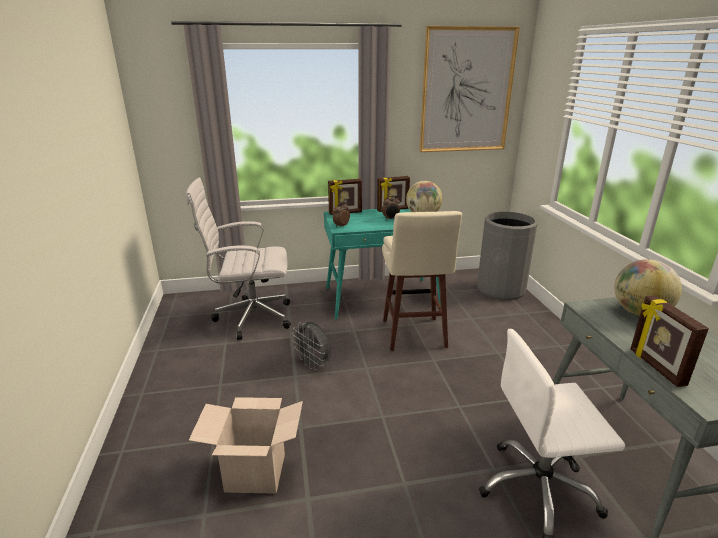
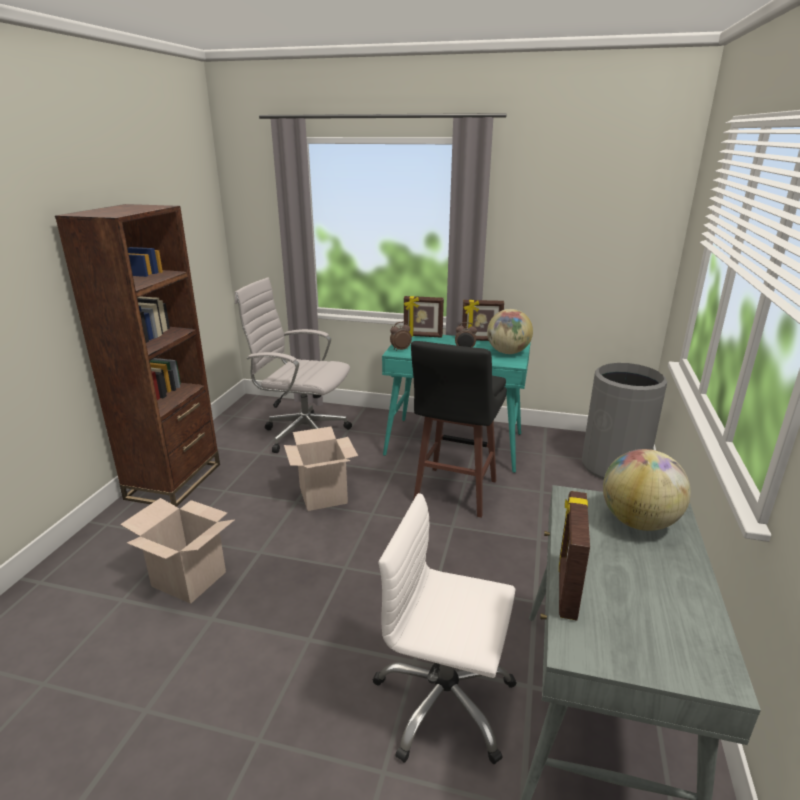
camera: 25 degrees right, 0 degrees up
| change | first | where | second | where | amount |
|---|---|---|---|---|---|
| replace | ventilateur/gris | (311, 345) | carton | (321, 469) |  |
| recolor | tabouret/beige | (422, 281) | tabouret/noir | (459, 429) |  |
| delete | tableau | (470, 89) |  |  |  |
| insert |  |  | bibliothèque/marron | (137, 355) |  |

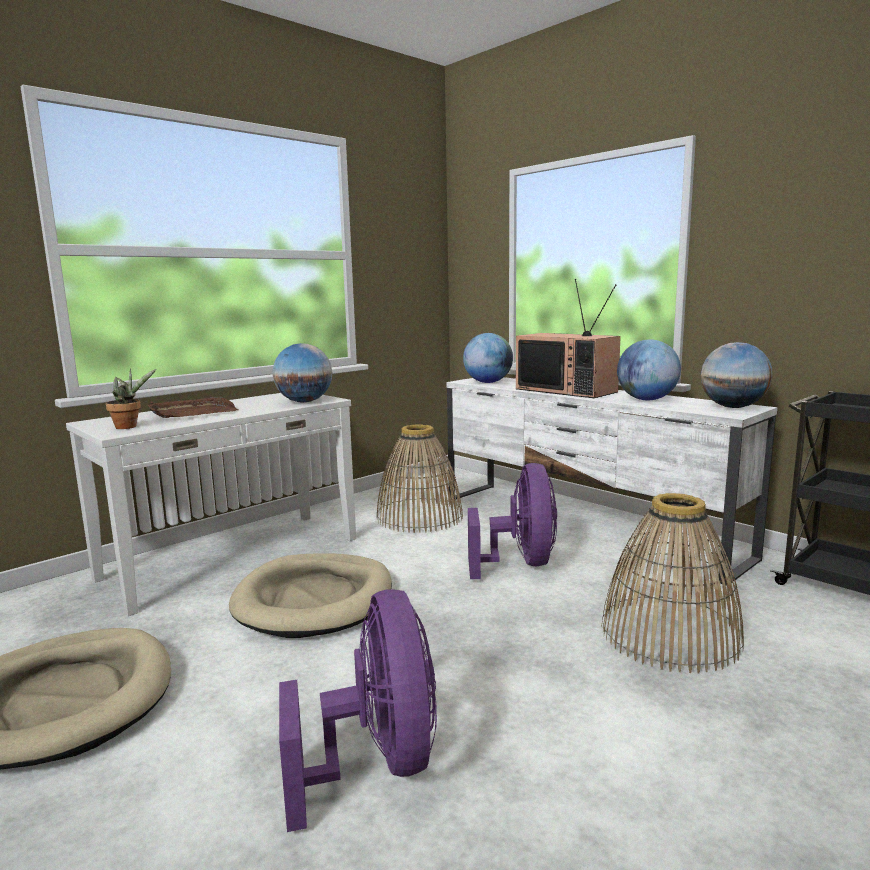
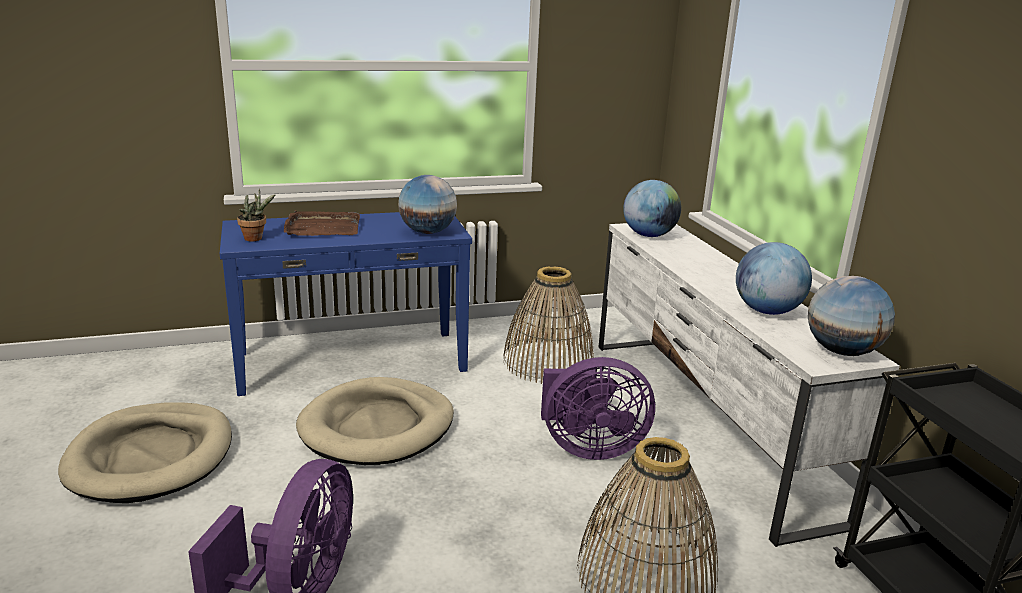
camera: 25 degrees right, 10 degrees up
| change | first | where | second | where | amount |
|---|---|---|---|---|---|
| recolor | table console/blanc | (211, 504) | table console/bleu | (346, 304) |  |
| rotate | ventilateur/violet | (512, 521) |  | (598, 408) | 60 degrees clockwise |
| delete | téléviseur | (568, 338) |  |  |  |

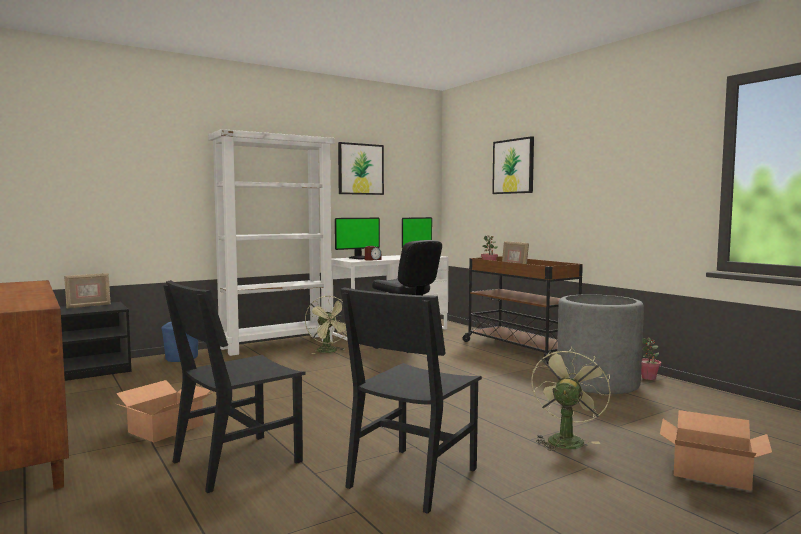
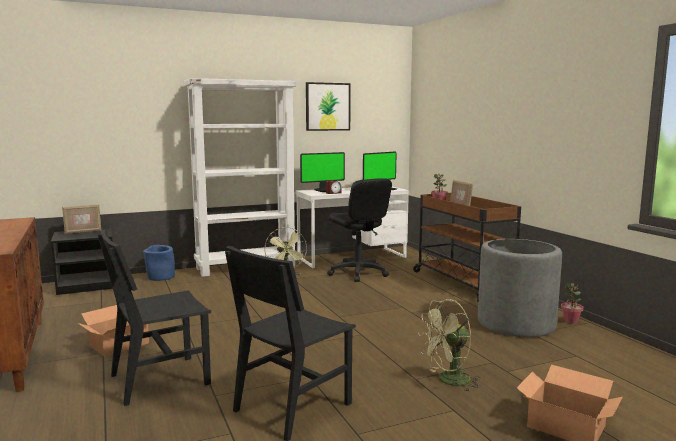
camera: 10 degrees right, 5 degrees up
| change | first | where | second | where | amount |
|---|---|---|---|---|---|
| delete | tableau | (513, 165) |  |  |  |
| rotate | ventilateur/vert | (571, 399) |  | (449, 345) | 150 degrees counterclockwise |

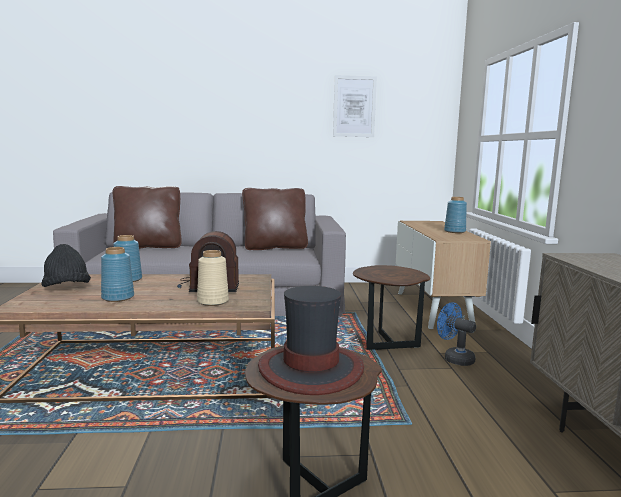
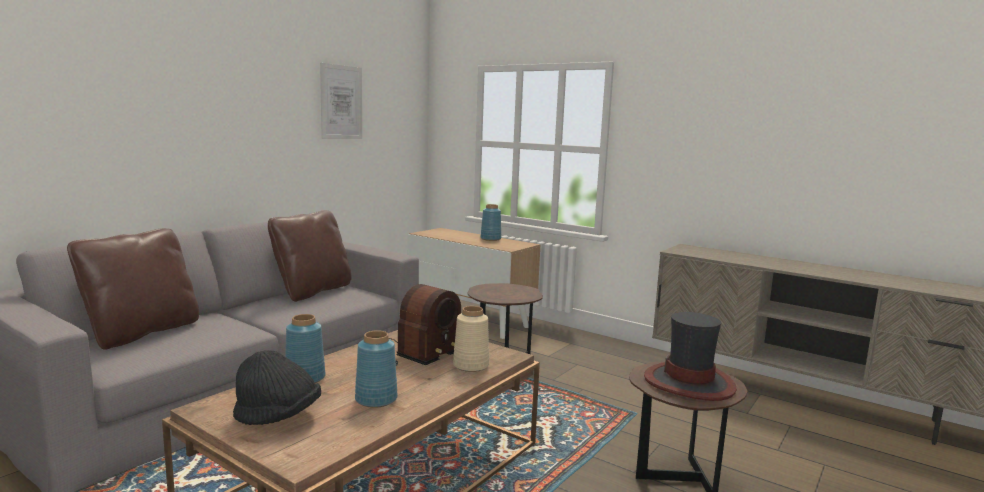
camera: 50 degrees left, 0 degrees up
| change | first | where | second | where | amount |
|---|---|---|---|---|---|
| delete | ventilateur/bleu | (456, 334) |  |  |  |

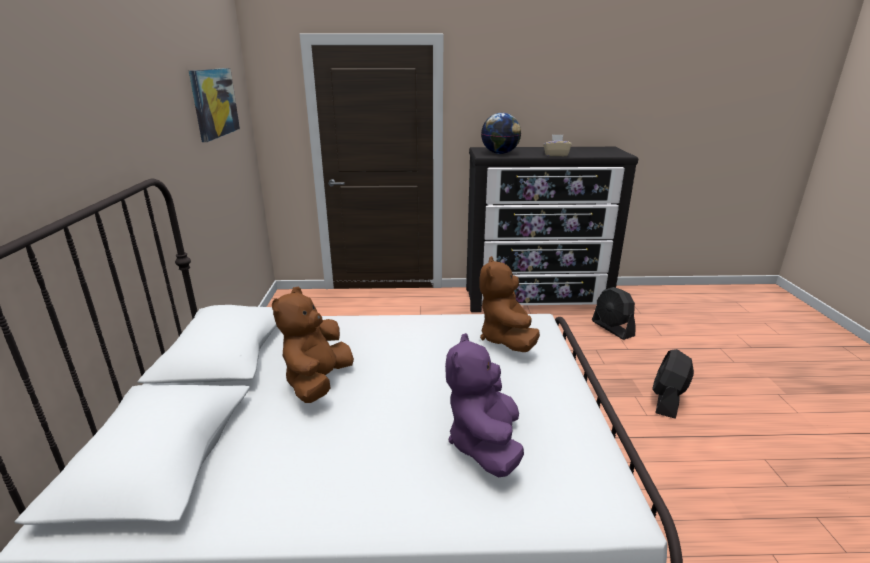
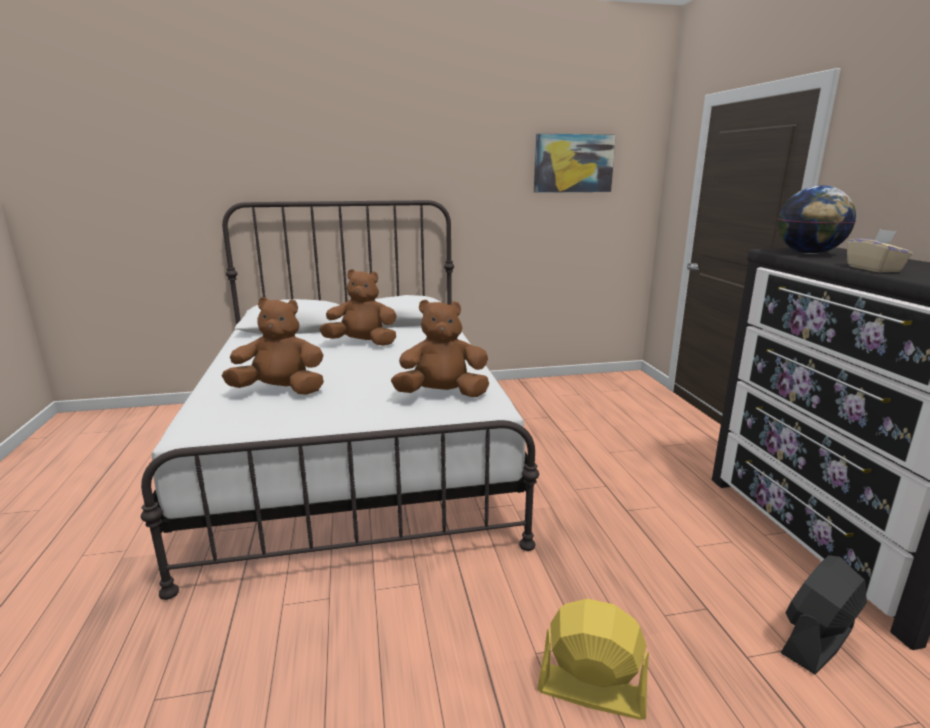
camera: 80 degrees right, 5 degrees down
| change | first | where | second | where | amount |
|---|---|---|---|---|---|
| recolor | peluche/violet | (484, 405) | peluche/marron | (273, 346) |  |
| recolor | ventilateur/noir | (673, 384) | ventilateur/jaune | (593, 659) |  |

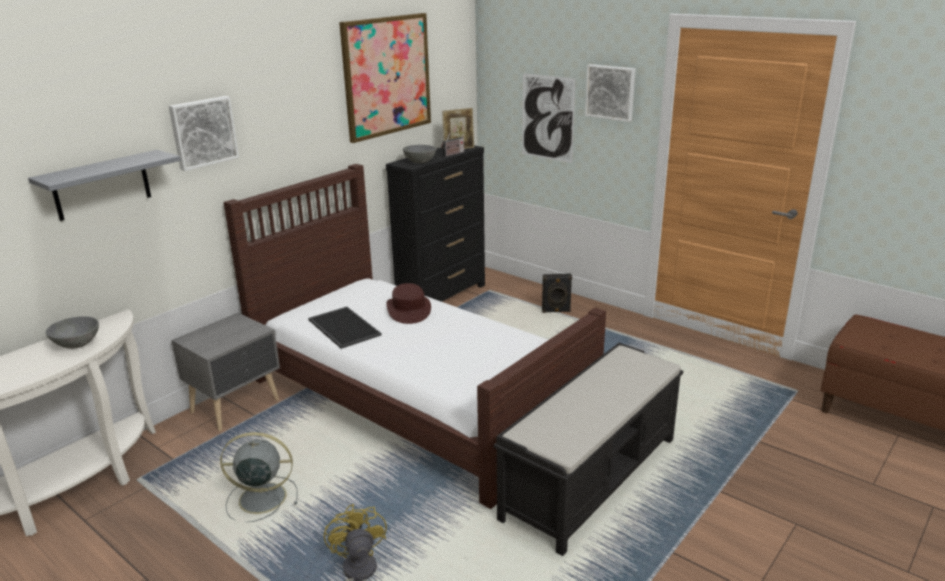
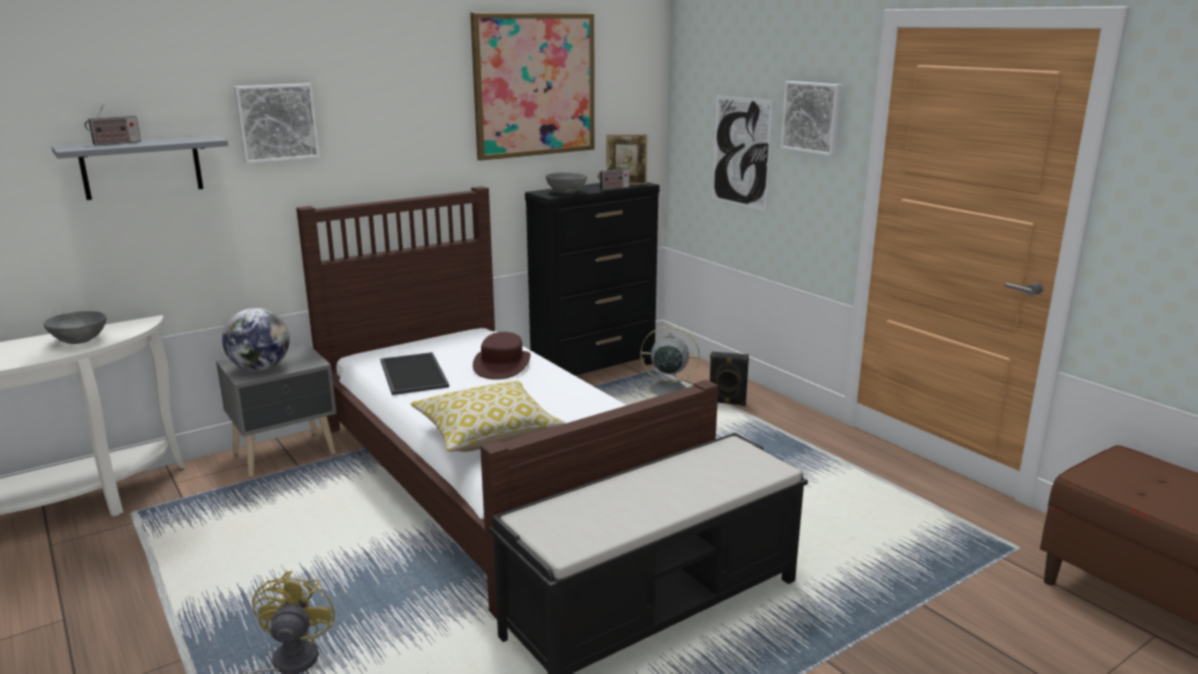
camera: 15 degrees right, 5 degrees down
| change | first | where | second | where | amount |
|---|---|---|---|---|---|
| move | ventilateur/gris | (258, 477) |  | (669, 362) |  |
| insert |  |  | radio | (113, 124) |  |
| insert |  |  | globe | (256, 339) |  |
| insert |  |  | coussin | (488, 416) |  |

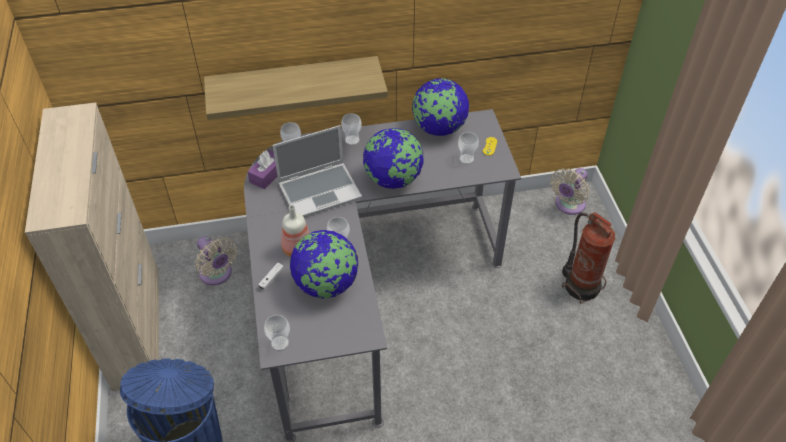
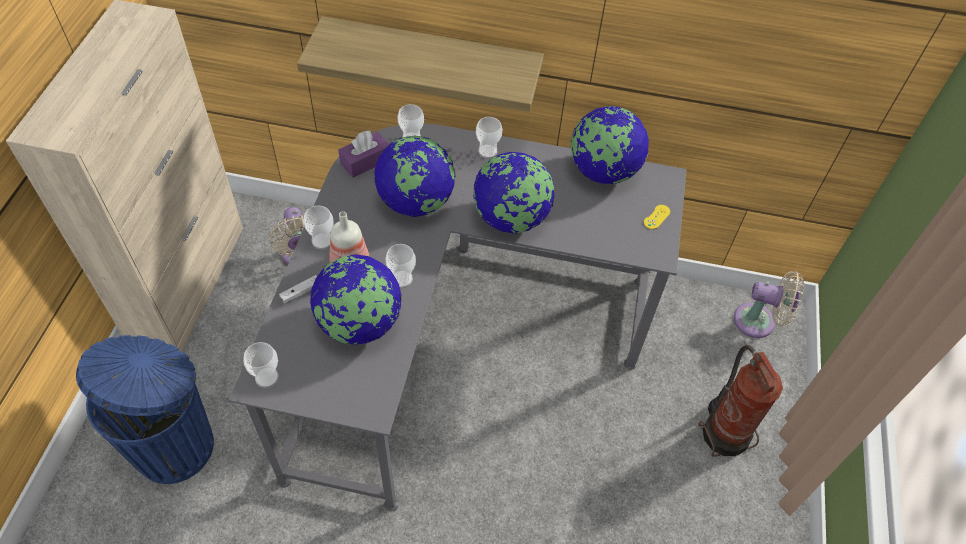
camera: 20 degrees right, 5 degrees up
| change | first | where | second | where | amount |
|---|---|---|---|---|---|
| replace | ordinateur portable | (317, 171) | globe | (415, 176) |  |
| move | tasse | (468, 148) |  | (318, 227) |  |
| rotate | ventilateur/beige | (569, 191) |  | (769, 304) | 135 degrees counterclockwise |

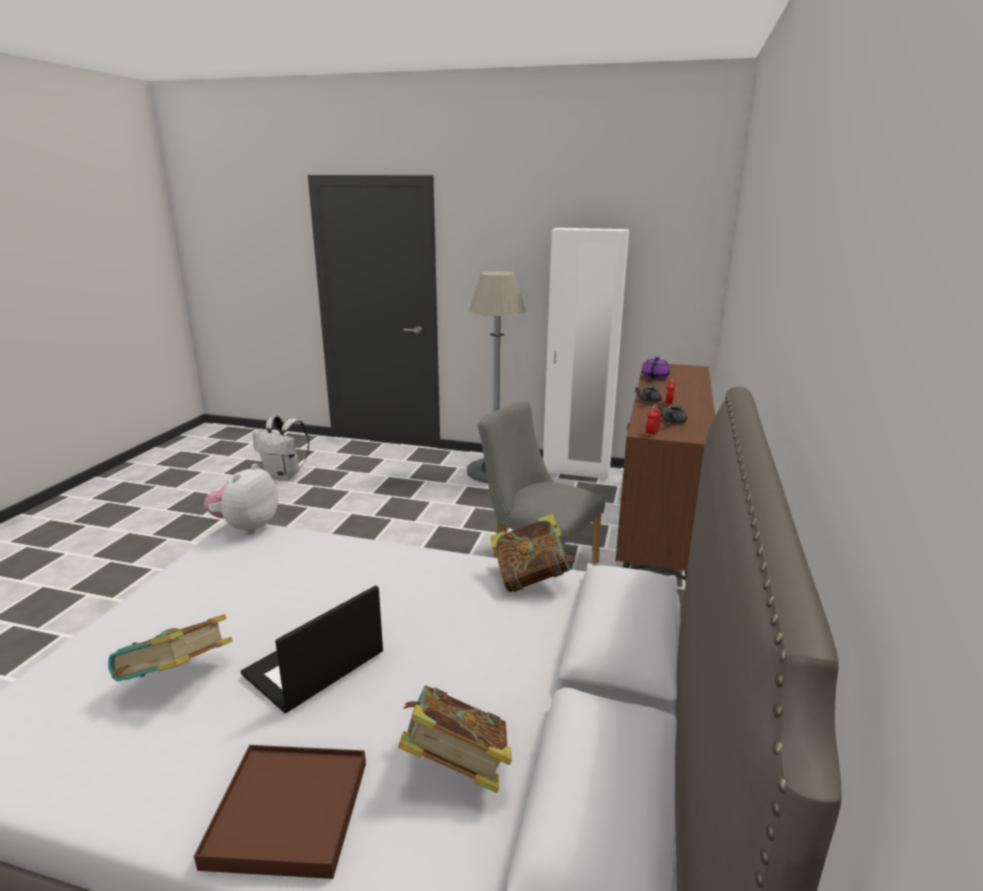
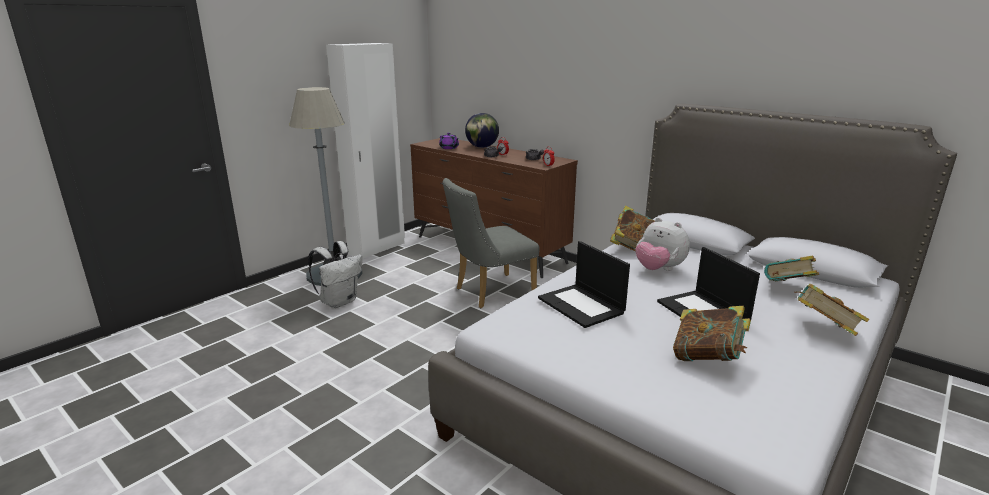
camera: 65 degrees left, 0 degrees up
| change | first | where | second | where | amount |
|---|---|---|---|---|---|
| replace | plateau/marron | (280, 812) | livre | (831, 310) |  |
| move | peluche | (241, 499) |  | (663, 244) |  |
| move | sac à dos/blanc | (281, 448) |  | (335, 274) |  |
| insert |  |  | globe | (482, 130) |  |
| insert |  |  | ordinateur portable | (584, 284) |  |

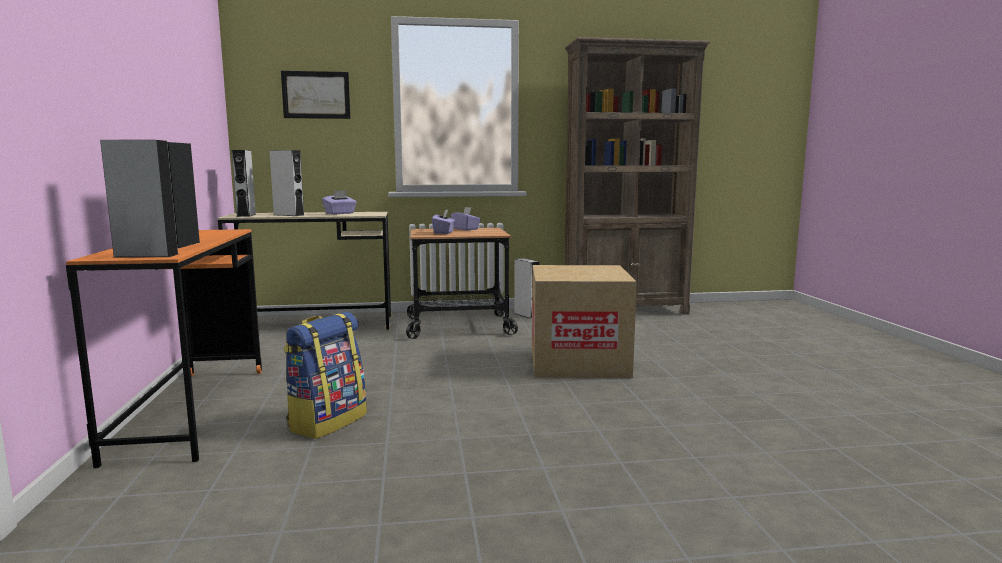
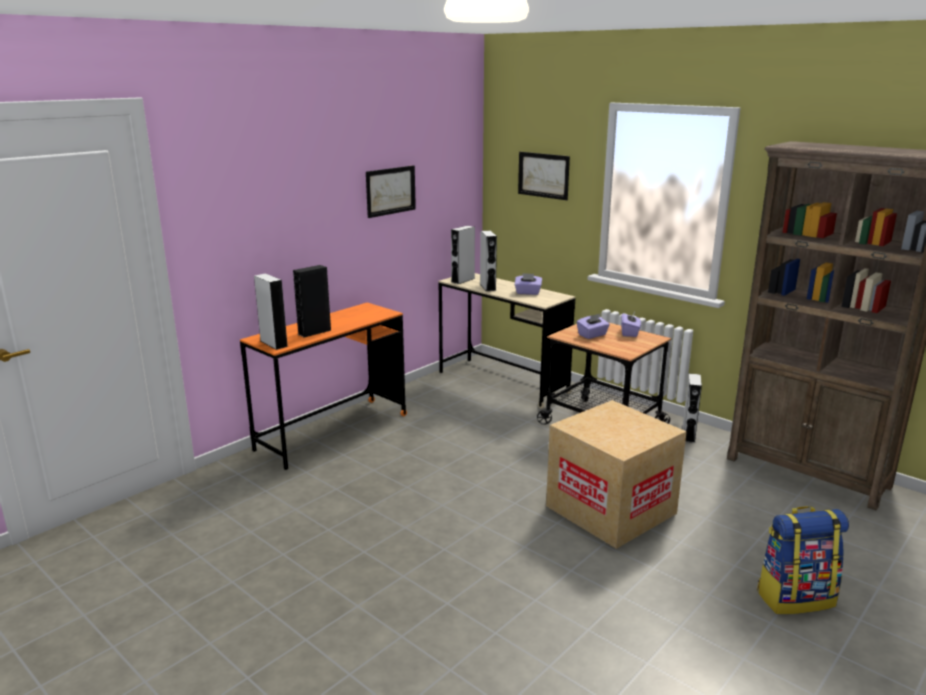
camera: 50 degrees right, 10 degrees up
| change | first | where | second | where | amount |
|---|---|---|---|---|---|
| move | sac à dos | (325, 375) |  | (803, 560) |  |
| insert |  |  | tableau | (391, 191) |  |

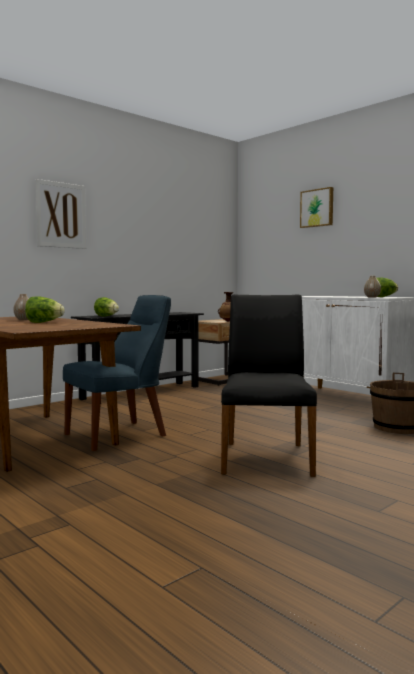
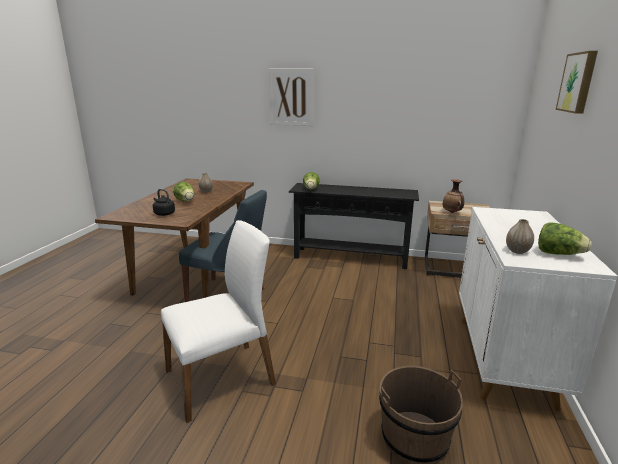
camera: 55 degrees right, 15 degrees up
| change | first | where | second | where | amount |
|---|---|---|---|---|---|
| recolor | chaise/noir | (269, 385) | chaise/blanc | (218, 321) |  |
| insert |  |  | bouilloire/noir | (164, 202) |  |

